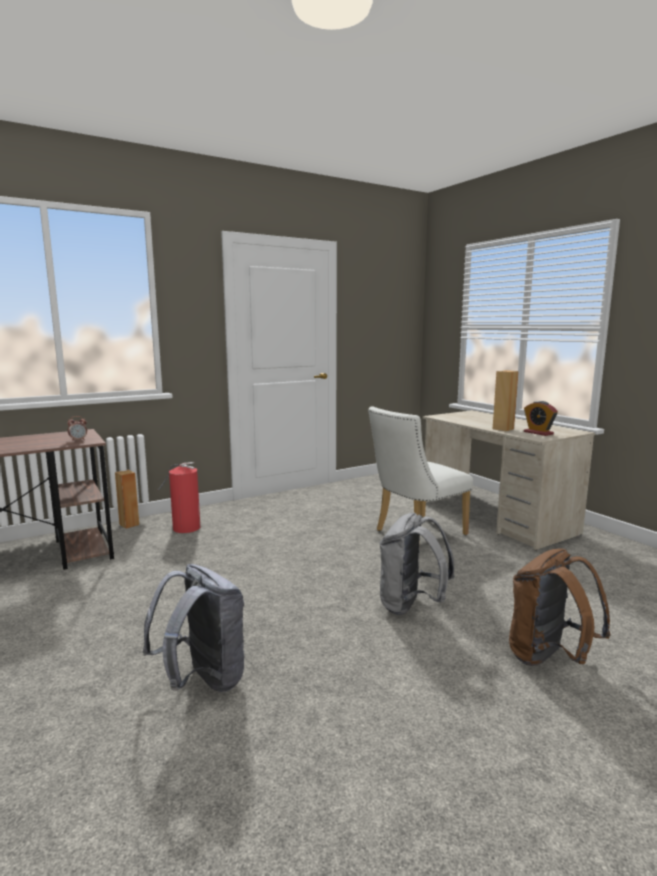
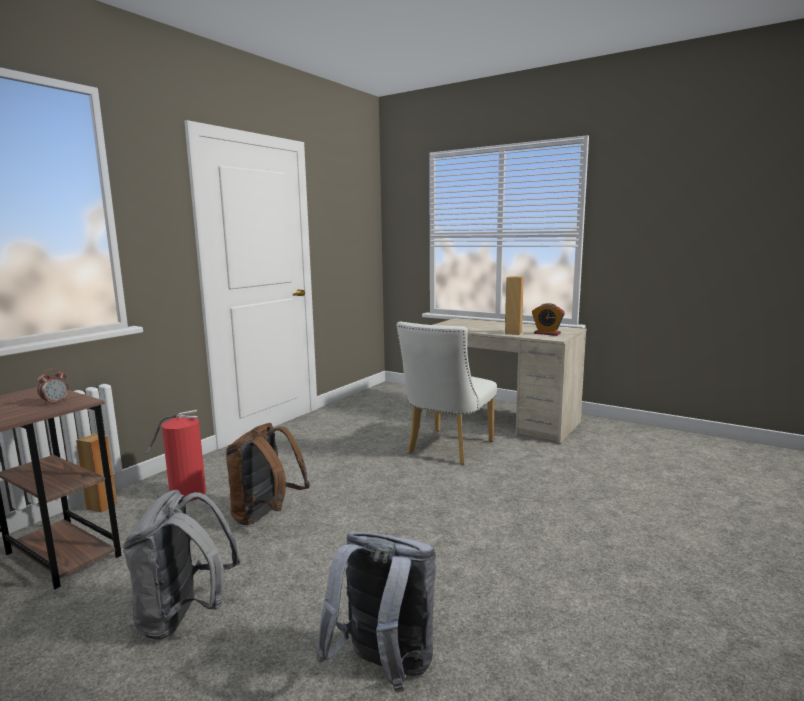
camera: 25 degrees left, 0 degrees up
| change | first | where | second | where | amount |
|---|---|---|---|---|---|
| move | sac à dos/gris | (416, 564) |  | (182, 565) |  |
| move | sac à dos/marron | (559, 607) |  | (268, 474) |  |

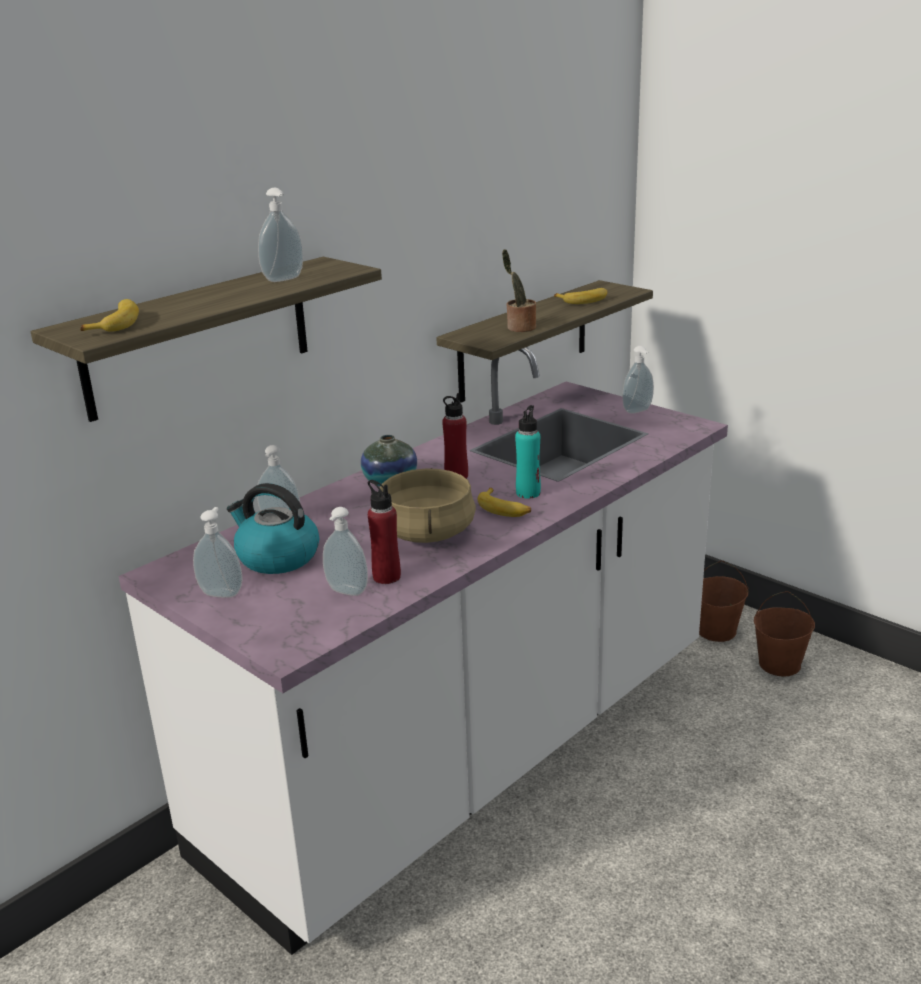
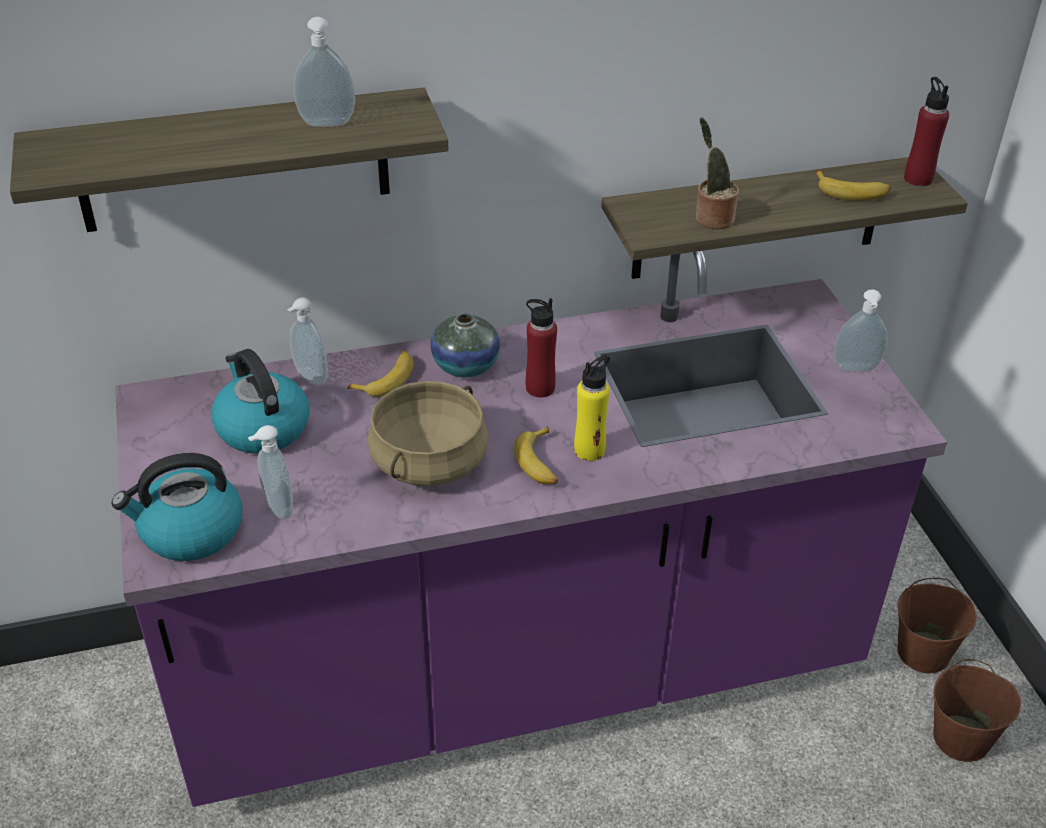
camera: 30 degrees right, 15 degrees up
| change | first | where | second | where | amount |
|---|---|---|---|---|---|
| move | banane | (109, 315) |  | (380, 374) |  |
| recolor | comptoir de cuisine/blanc | (423, 651) | comptoir de cuisine/violet | (531, 529) |  |
| delete | distributeur de savon | (218, 552) |  |  |  |
| move | bouteille/rouge | (384, 532) |  | (926, 131) |  |
| recolor | bouteille/turquoise | (528, 452) | bouteille/jaune | (592, 408) |  |
| insert |  |  | bouilloire | (177, 507) |  |

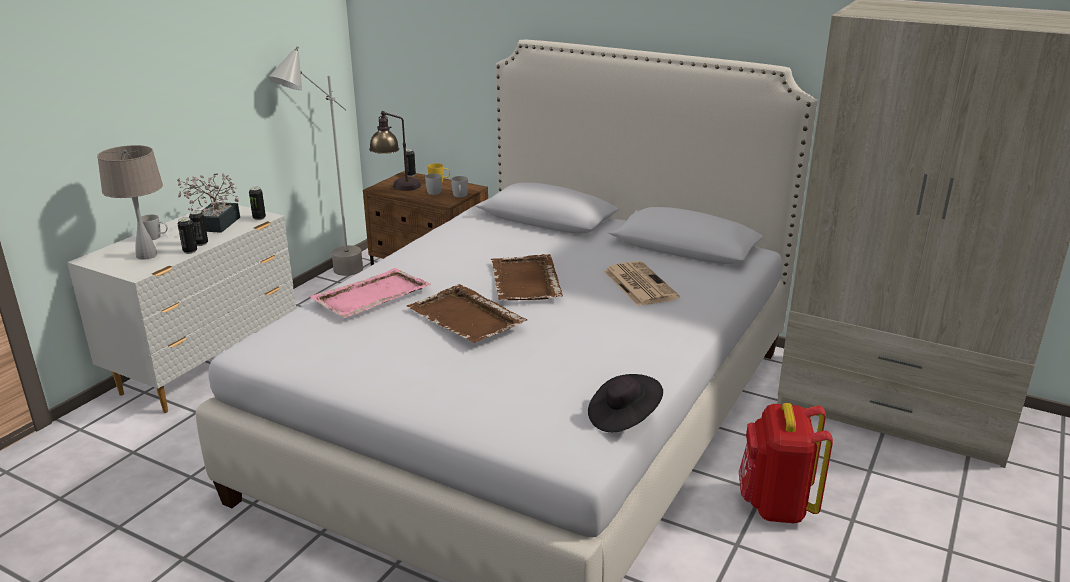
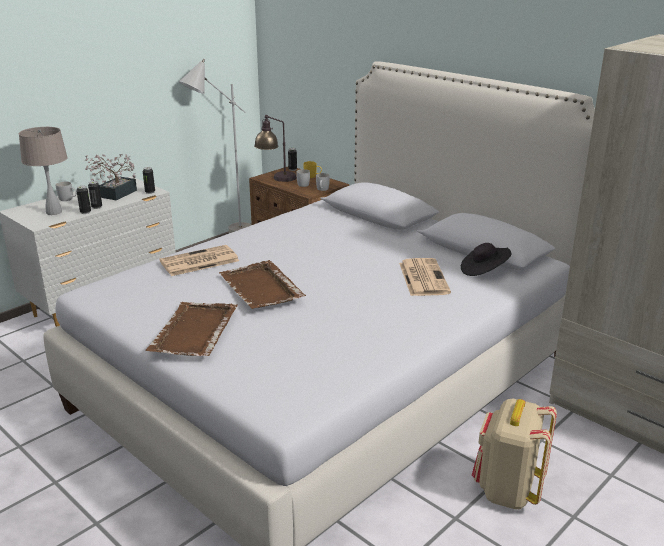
camera: 15 degrees right, 0 degrees up
| change | first | where | second | where | amount |
|---|---|---|---|---|---|
| replace | plateau/rose | (370, 293) | journal | (199, 260) |  |
| move | plateau/marron | (527, 277) |  | (191, 329) |  |
| move | chapeau/noir | (625, 403) |  | (486, 259) |  |
| recolor | sac à dos/rouge | (786, 463) | sac à dos/beige | (514, 453) |  |

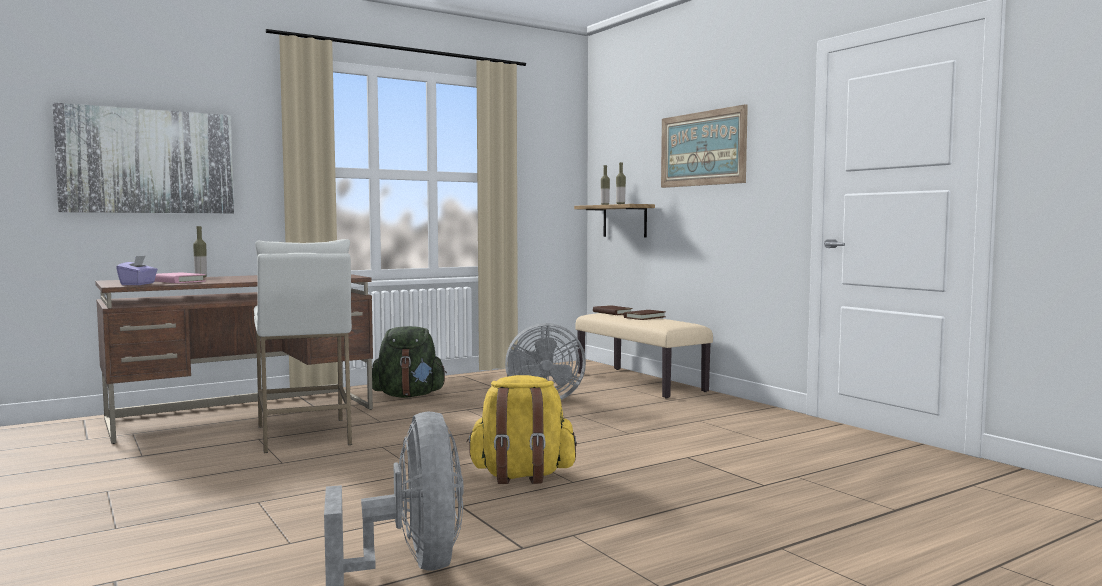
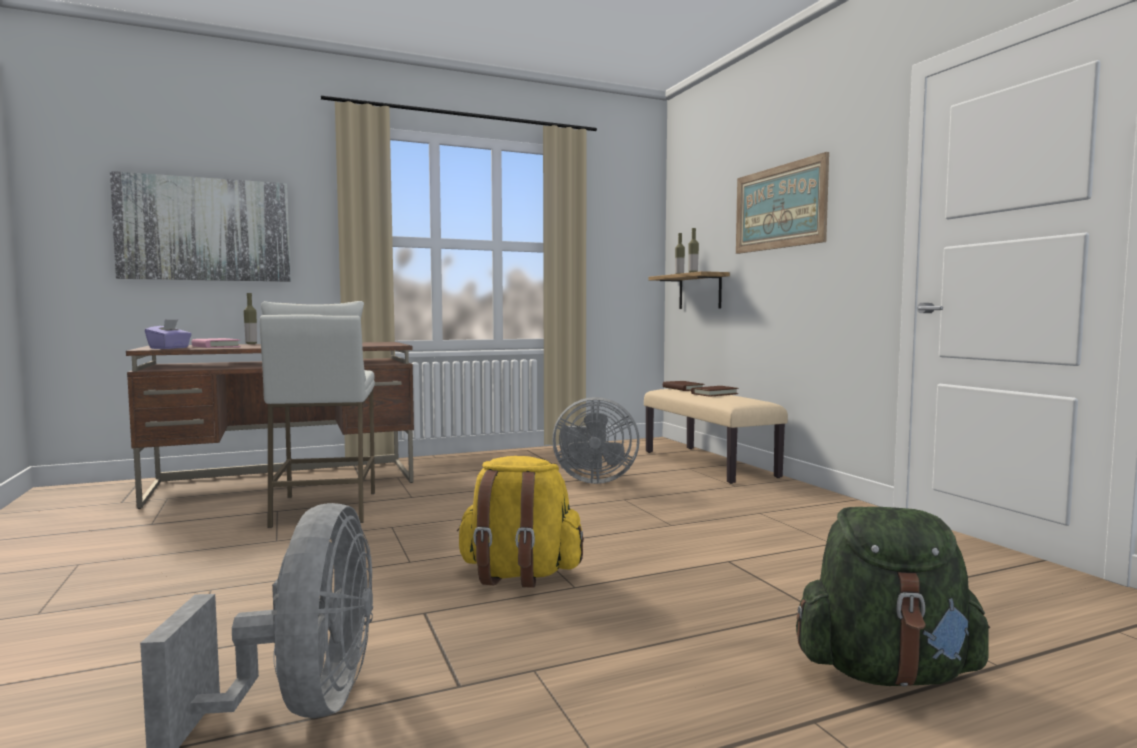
camera: 10 degrees right, 0 degrees up
| change | first | where | second | where | amount |
|---|---|---|---|---|---|
| move | sac à dos/vert | (409, 362) |  | (893, 596) |  |

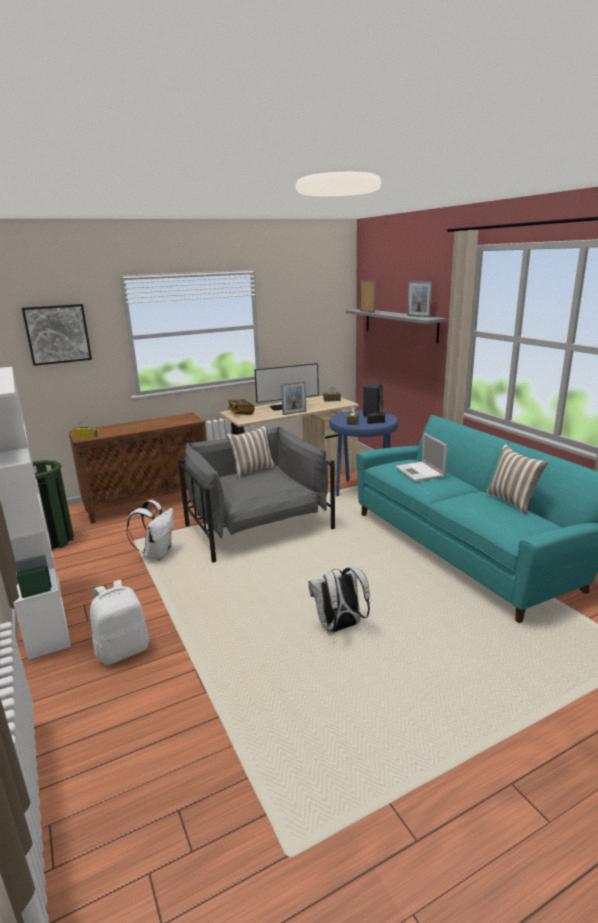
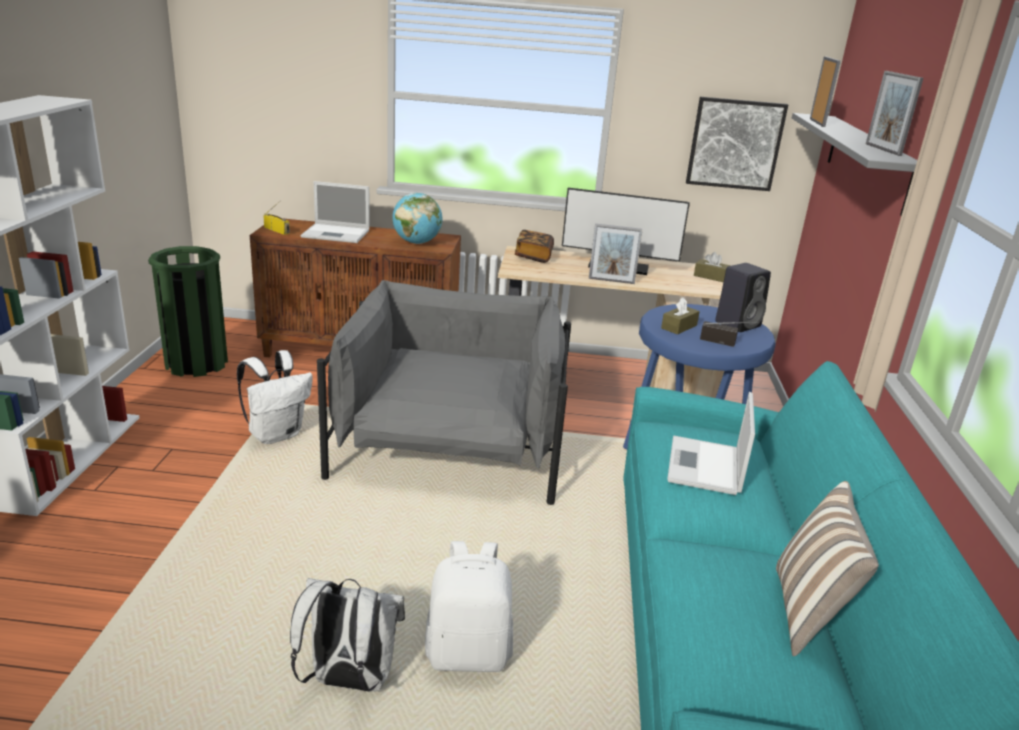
camera: 30 degrees right, 5 degrees up
| change | first | where | second | where | amount |
|---|---|---|---|---|---|
| move | tableau | (57, 335) |  | (737, 144) |  |
| move | sac à dos/blanc | (119, 622) |  | (469, 606) |  |
| delete | coussin | (251, 451) |  |  |  |
| insert |  |  | ordinateur portable | (335, 212) |  |
| insert |  |  | globe | (417, 218) |  |

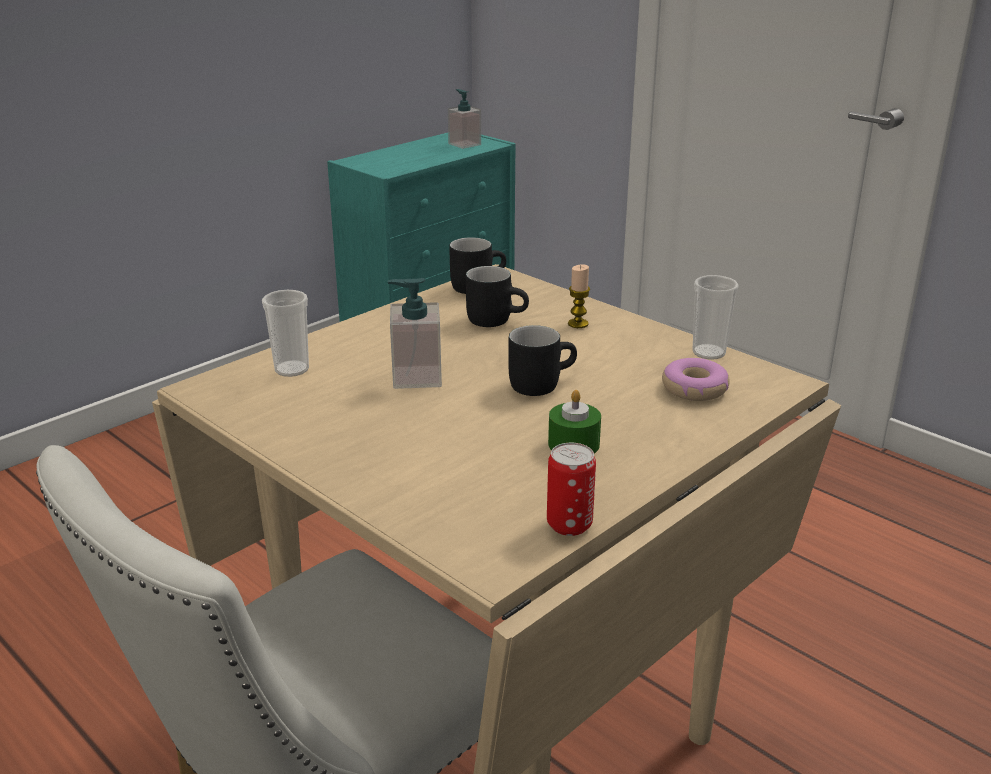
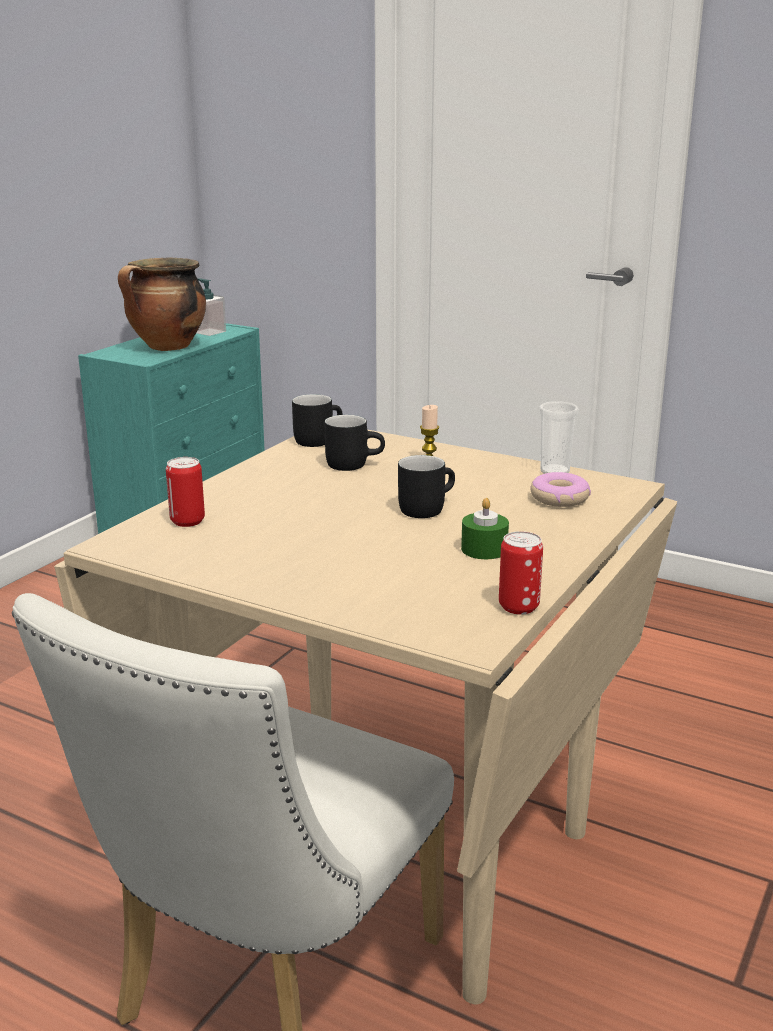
camera: 15 degrees left, 5 degrees down
| change | first | where | second | where | amount |
|---|---|---|---|---|---|
| replace | tasse | (285, 333) | boîte métallique | (185, 492) |  |
| delete | distributeur de savon | (414, 333) |  |  |  |
| insert |  |  | marmite | (162, 304) |  |

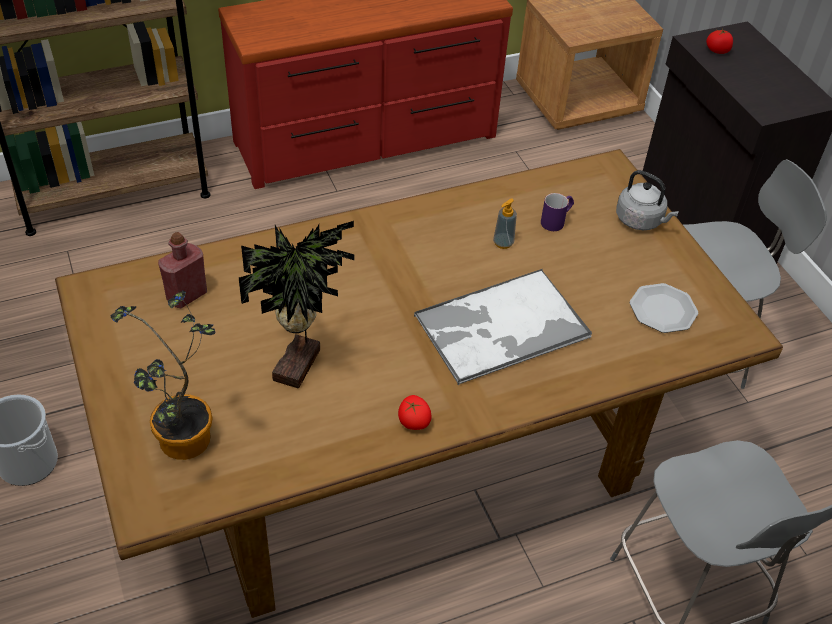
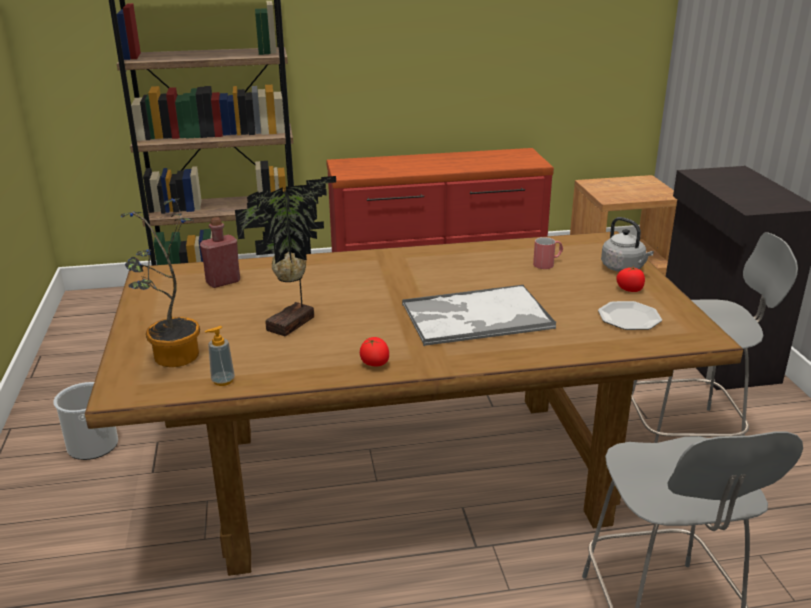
camera: 15 degrees right, 20 degrees down
| change | first | where | second | where | amount |
|---|---|---|---|---|---|
| move | distributeur de savon | (505, 224) |  | (220, 356) |  |
| recolor | mug/violet | (557, 212) | mug/rouge | (548, 253) |  |
| move | tomate | (719, 41) |  | (630, 279) |  |

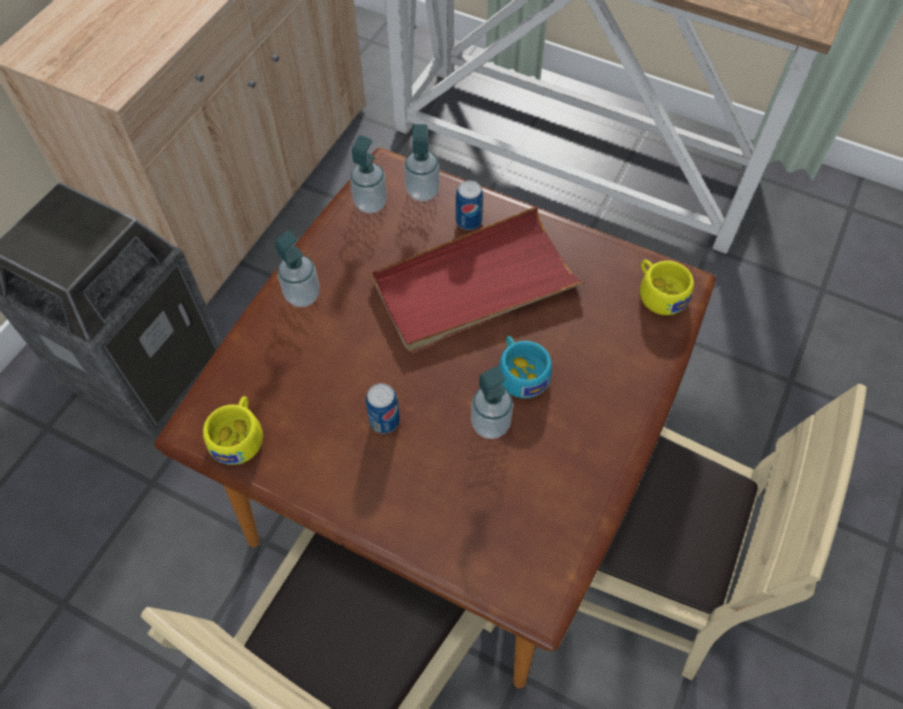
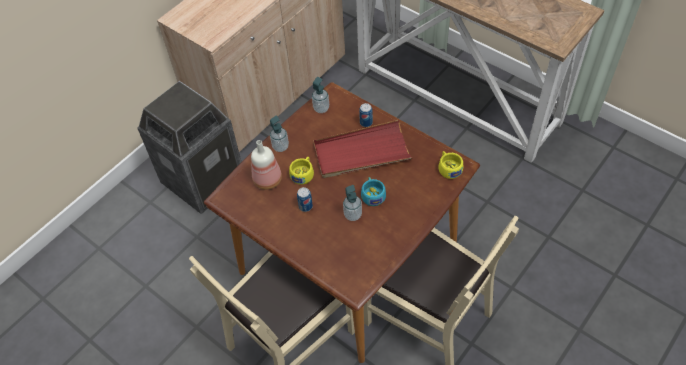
camera: 15 degrees right, 5 degrees down
| change | first | where | second | where | amount |
|---|---|---|---|---|---|
| move | tasse/jaune | (233, 430) |  | (301, 171) |  |
| delete | distributeur de savon | (422, 162) |  |  |  |
| insert |  |  | bouteille | (266, 165) |  |

